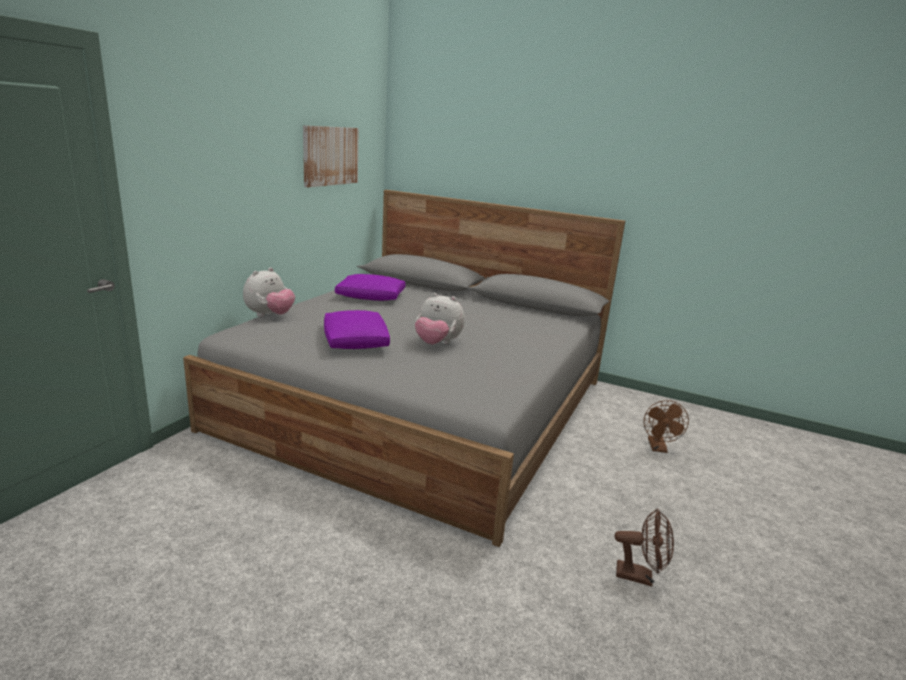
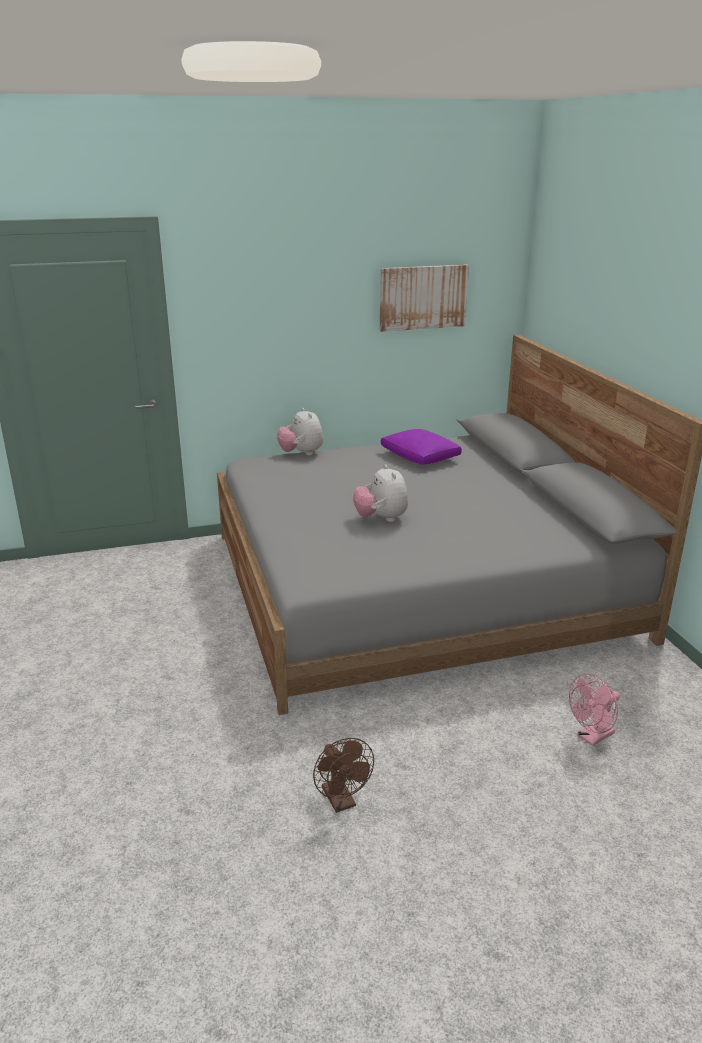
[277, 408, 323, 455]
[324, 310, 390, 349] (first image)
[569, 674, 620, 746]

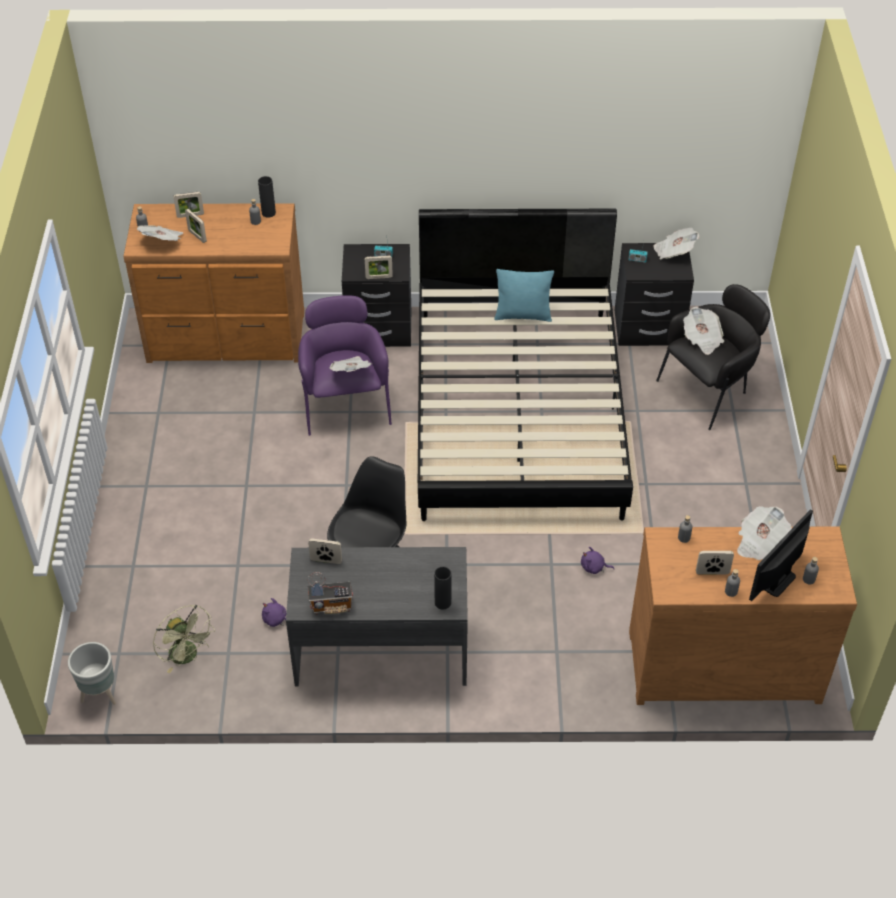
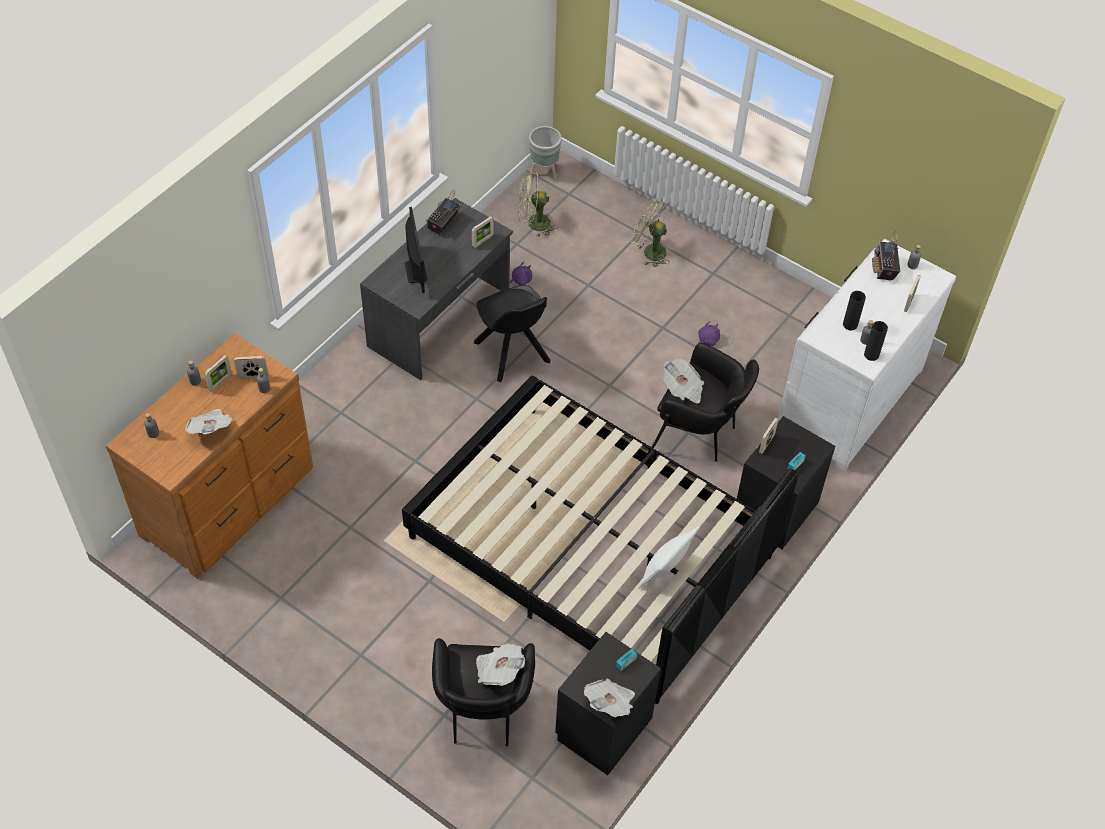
[778, 239, 956, 471]
[872, 232, 900, 281]
[234, 356, 268, 379]
[652, 343, 759, 462]
[843, 291, 866, 330]
[638, 526, 700, 589]
[698, 321, 720, 346]
[405, 207, 427, 293]
[631, 199, 670, 267]

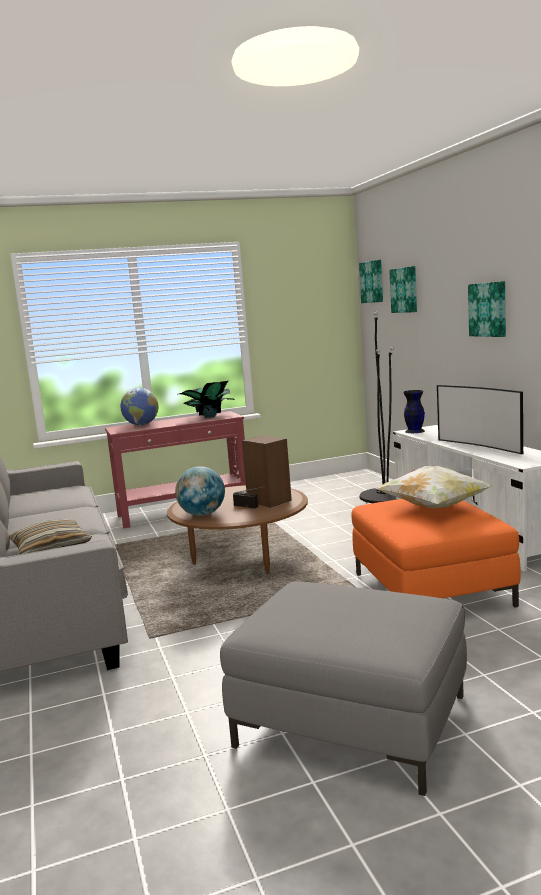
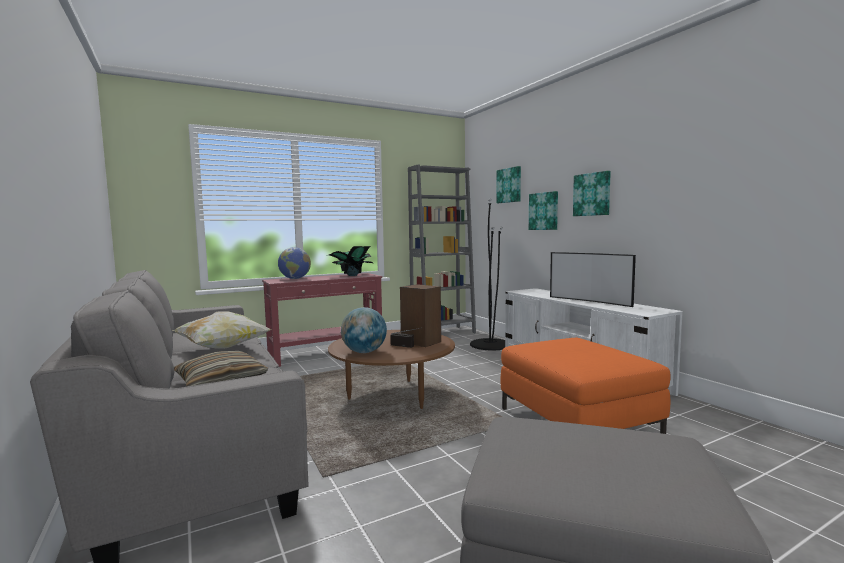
[529, 191, 558, 230]
[171, 311, 271, 349]
[403, 390, 425, 433] (first image)
[408, 164, 476, 333]

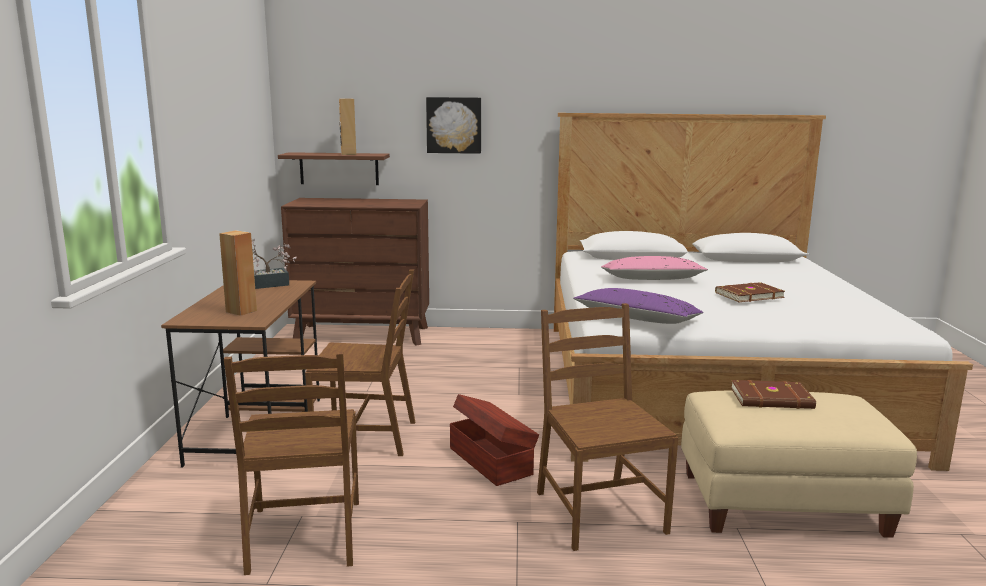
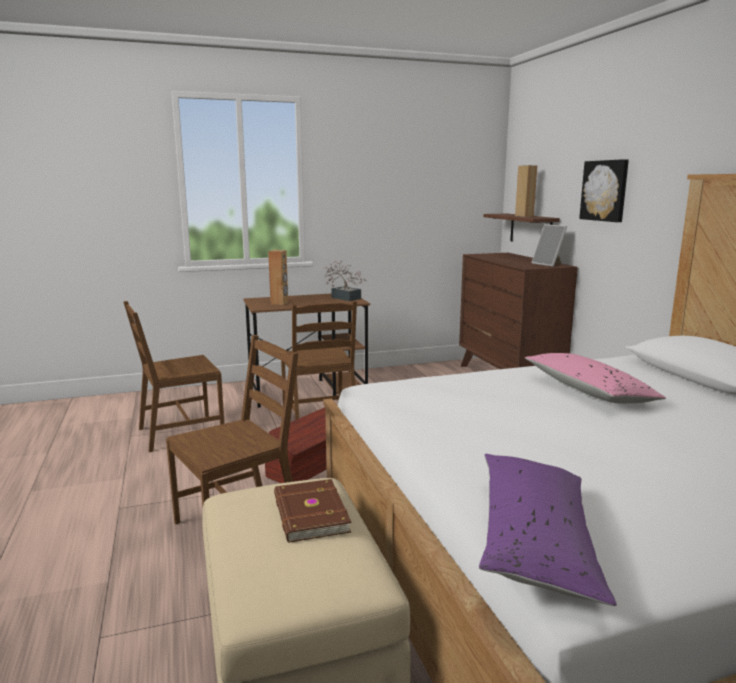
[479, 454, 616, 606]
[715, 282, 785, 302] (first image)
[531, 224, 567, 267]

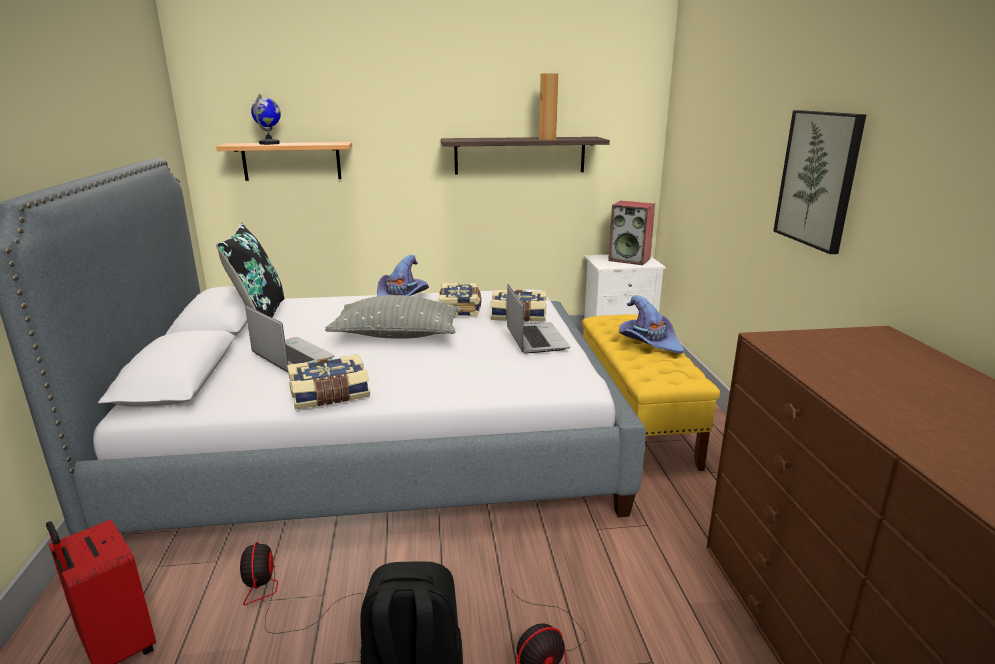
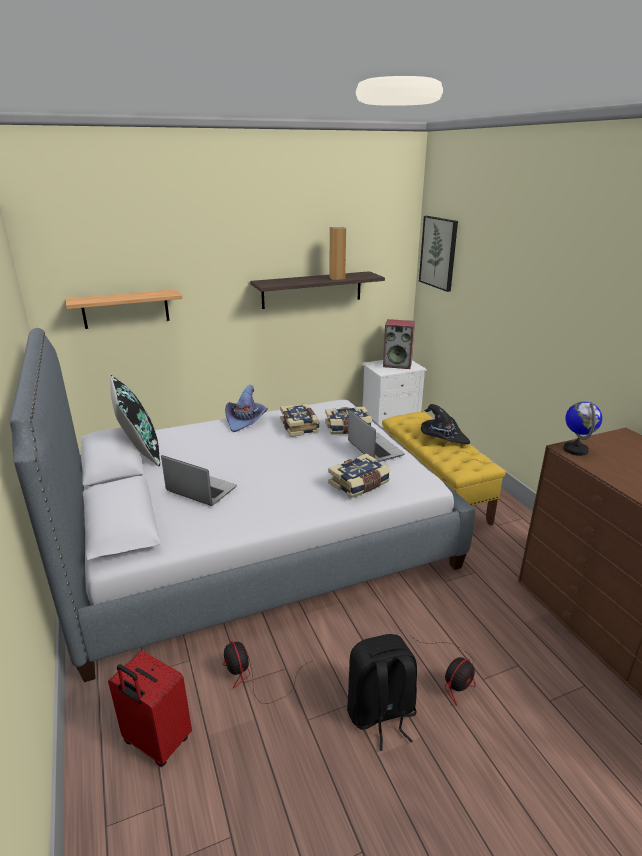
[563, 402, 602, 456]
[328, 454, 390, 498]
[325, 295, 461, 339] (first image)
[421, 404, 470, 444]
[419, 216, 458, 292]

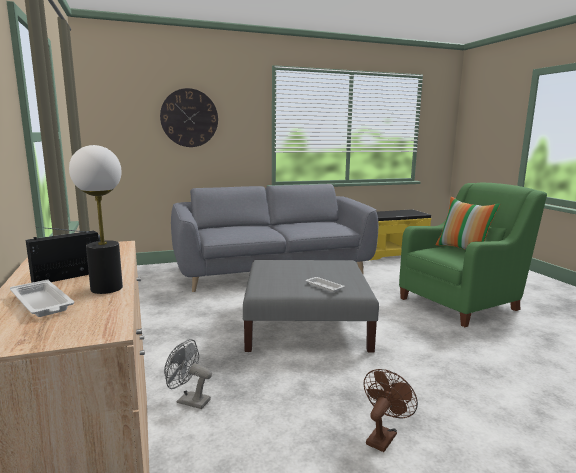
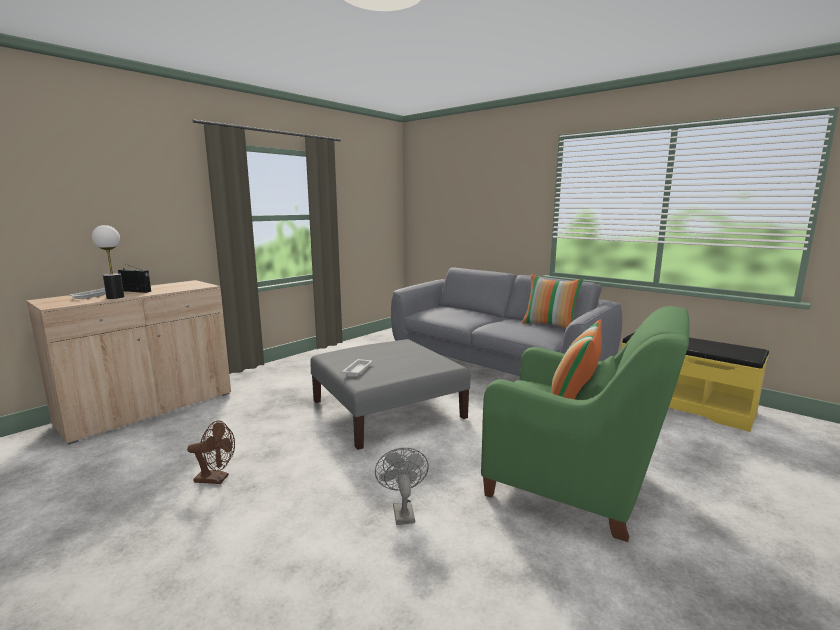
[160, 88, 218, 147] (first image)
[375, 448, 429, 525]
[522, 274, 584, 329]

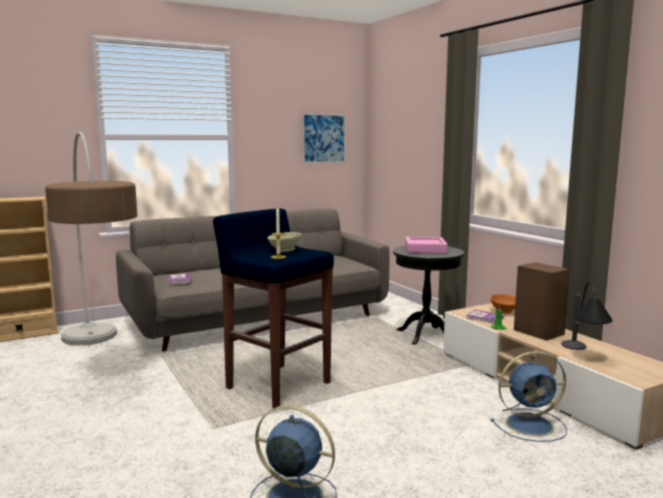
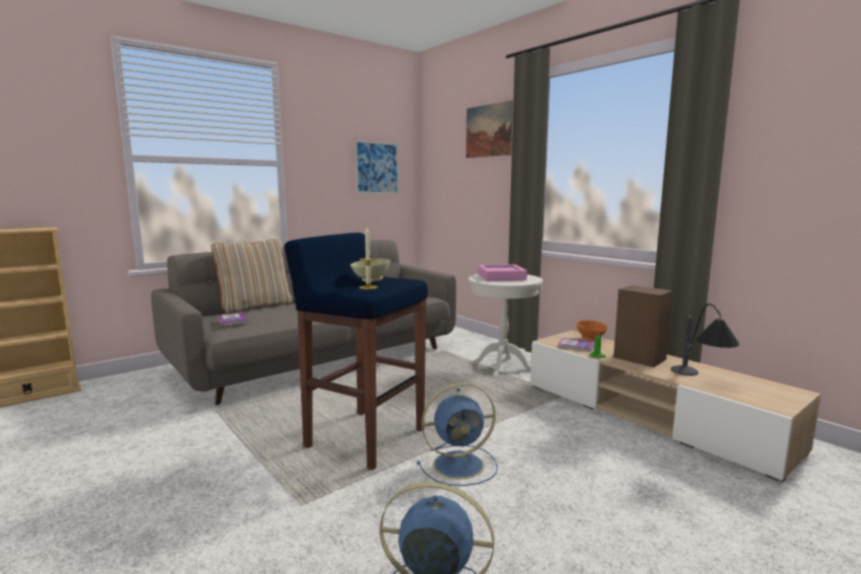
[45, 132, 137, 345] (first image)
[468, 274, 543, 378]
[417, 383, 498, 486]
[211, 239, 292, 314]
[466, 100, 513, 158]

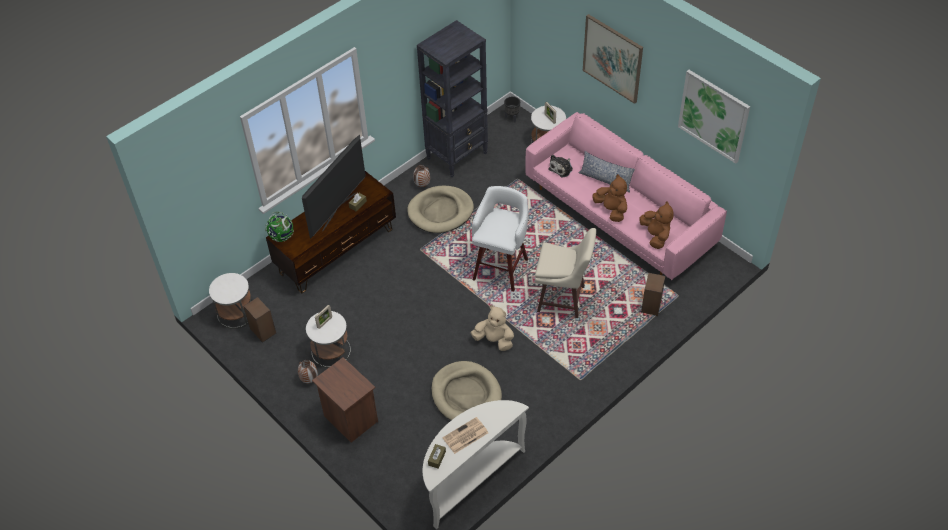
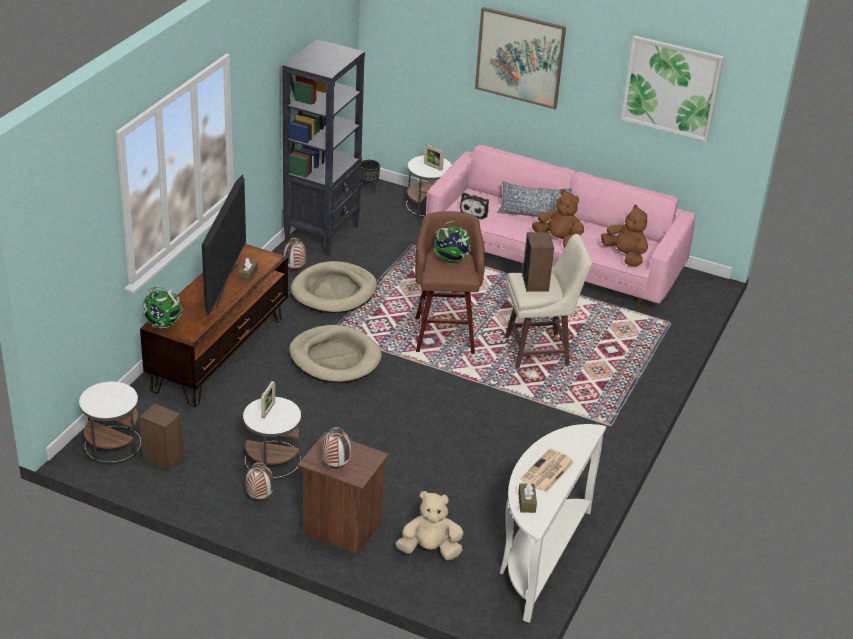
[289, 325, 382, 383]
[396, 491, 464, 560]
[415, 211, 485, 354]
[522, 232, 554, 292]
[322, 427, 351, 468]
[434, 221, 471, 263]

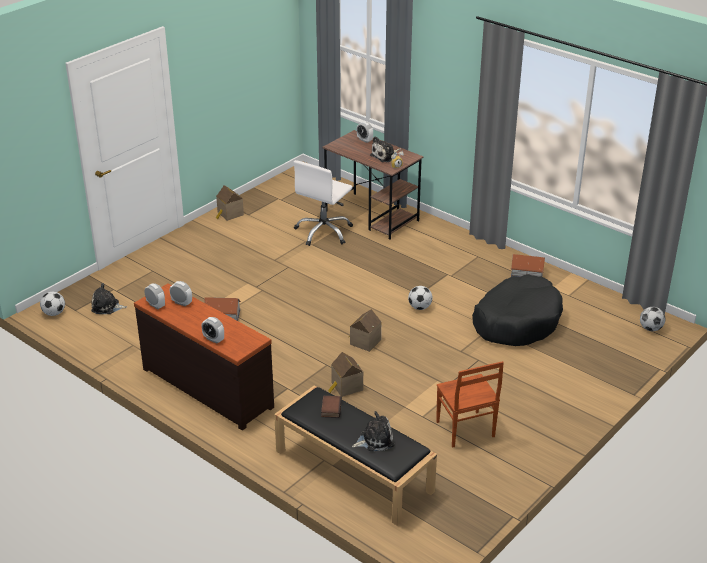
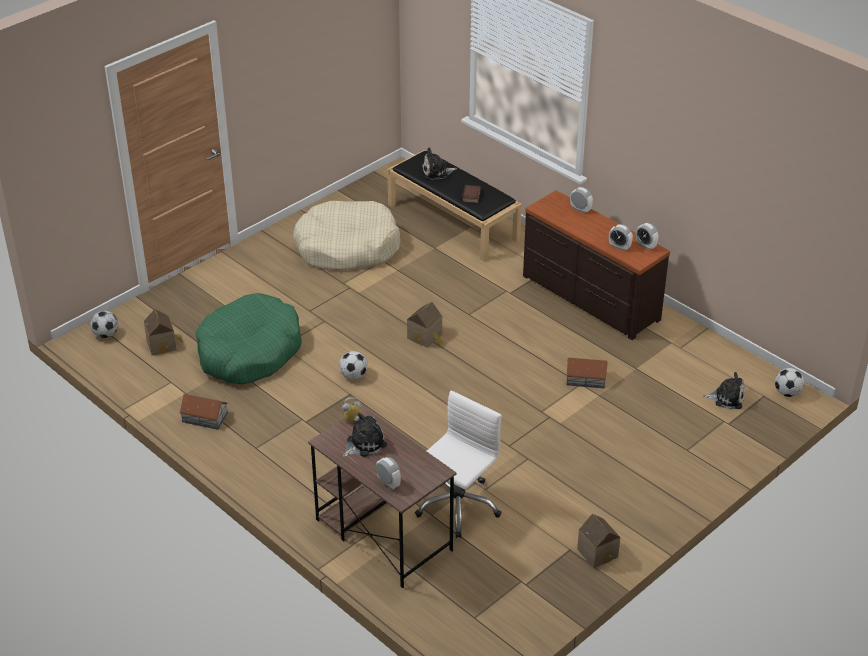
[144, 309, 183, 355]
[293, 201, 401, 271]
[196, 293, 302, 384]

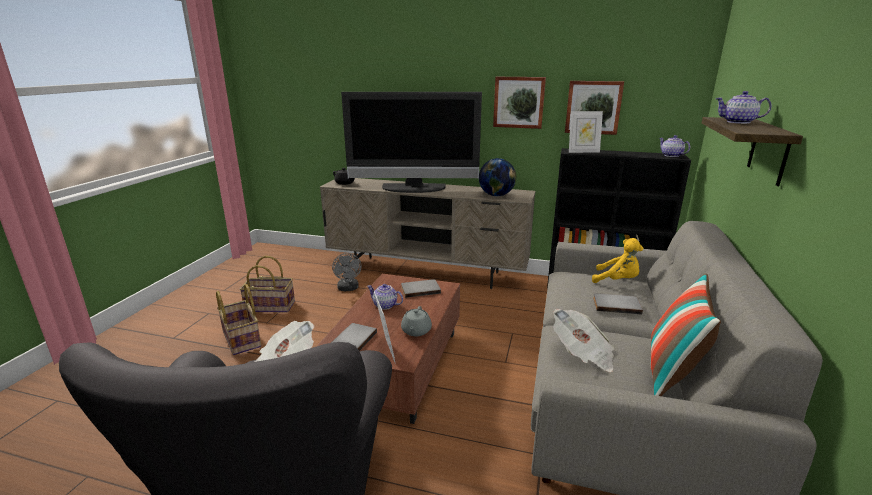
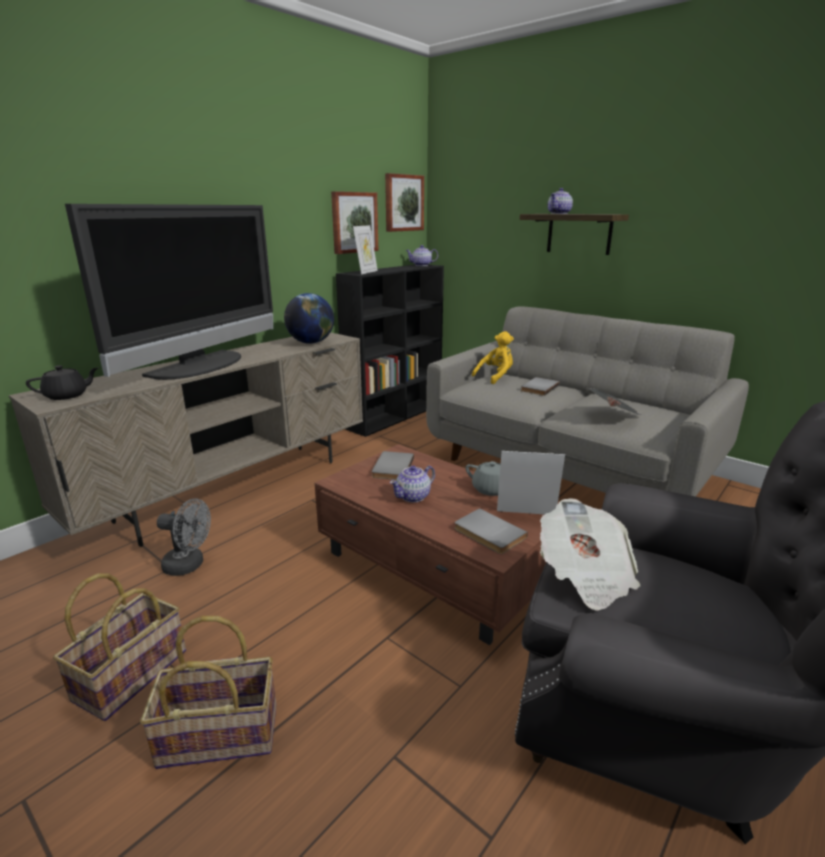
[385, 173, 424, 232]
[651, 273, 721, 396] (first image)

